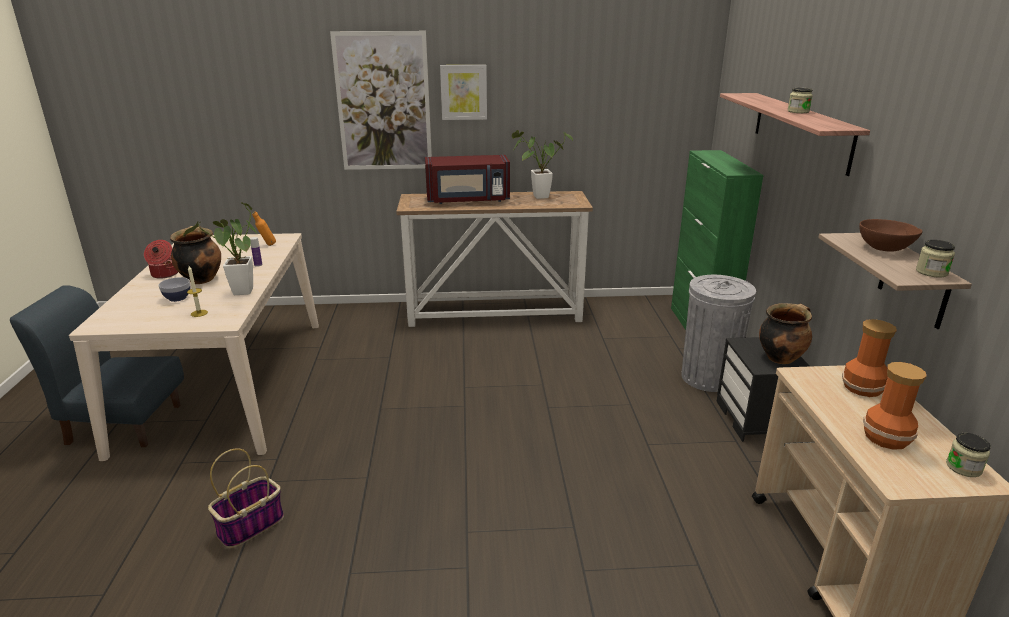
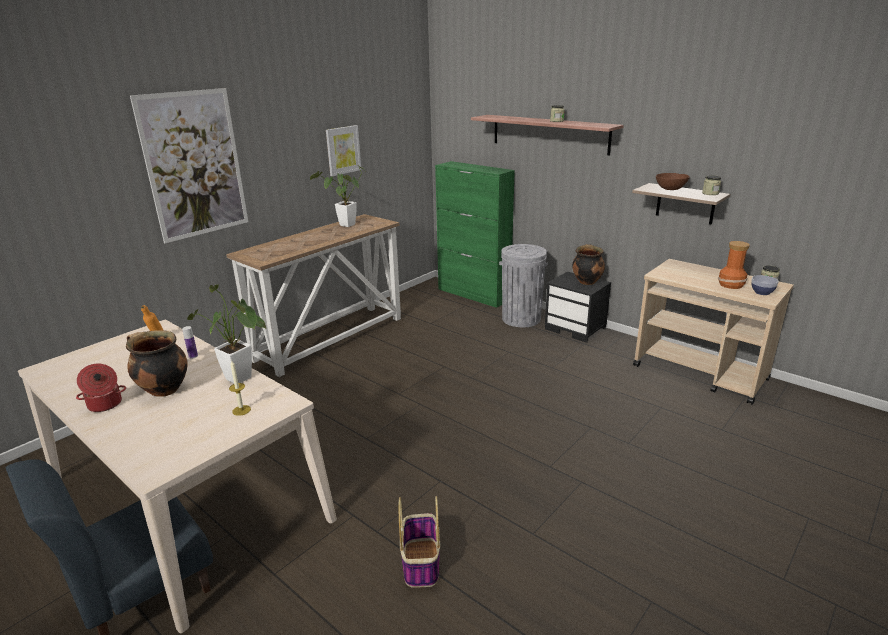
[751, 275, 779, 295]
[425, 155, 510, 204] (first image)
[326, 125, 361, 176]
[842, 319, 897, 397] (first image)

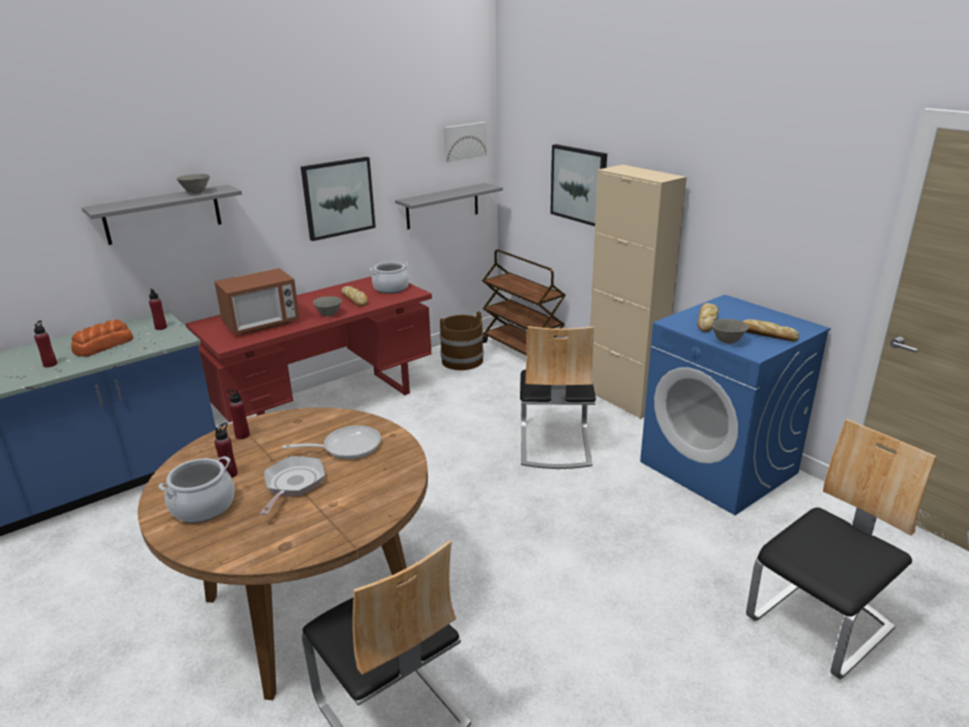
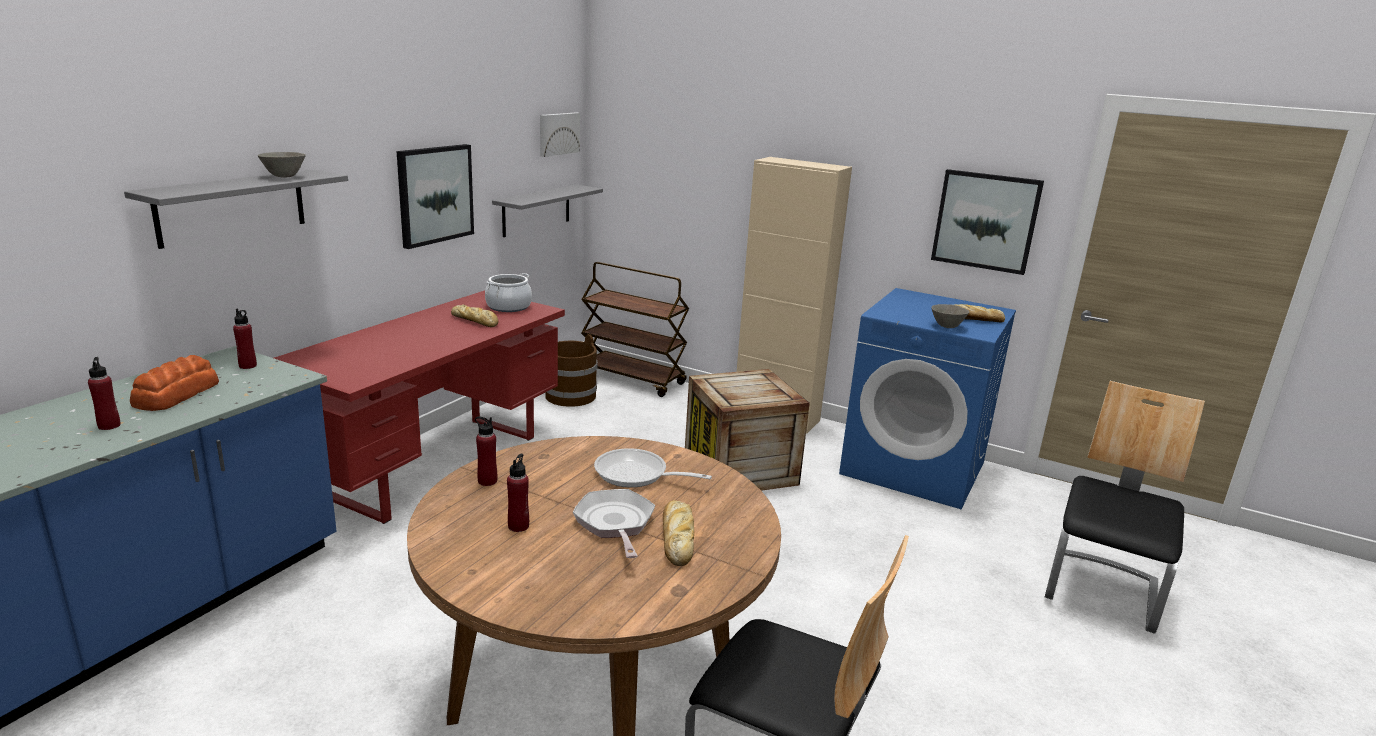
[159, 456, 234, 523] (first image)
[214, 268, 300, 335] (first image)
[594, 448, 712, 487]
[313, 296, 342, 316] (first image)
[685, 369, 810, 491]
[931, 169, 1044, 275]
[663, 500, 694, 566]

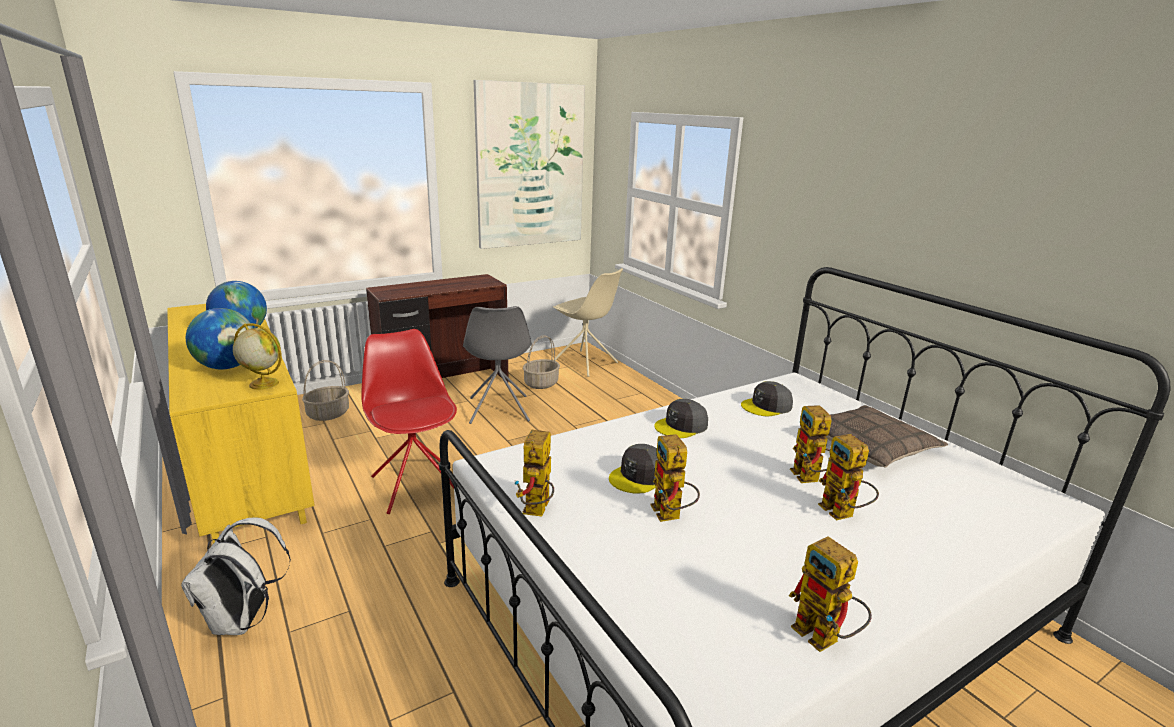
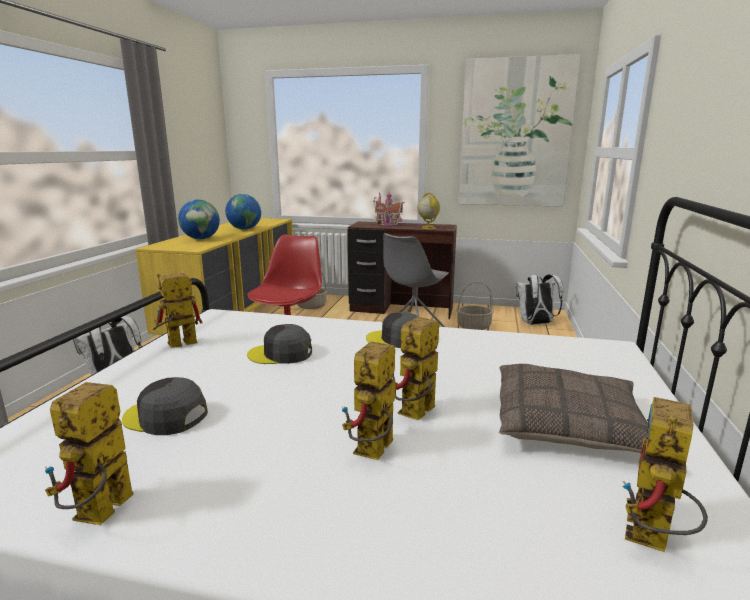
[417, 193, 440, 229]
[516, 274, 563, 325]
[622, 397, 708, 552]
[122, 377, 208, 435]
[373, 191, 405, 226]

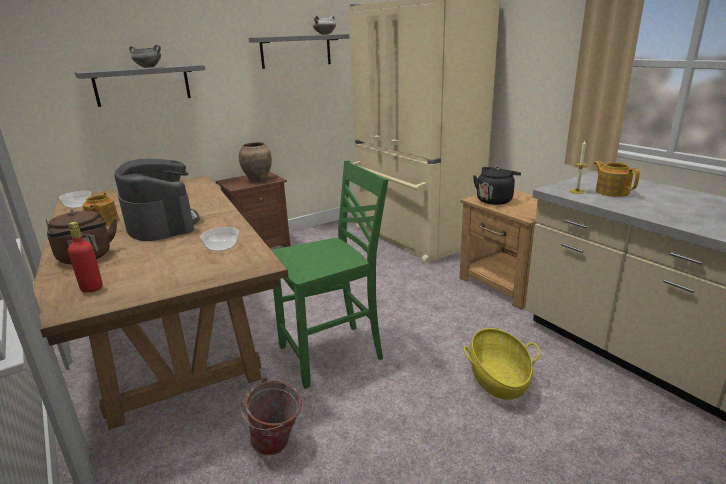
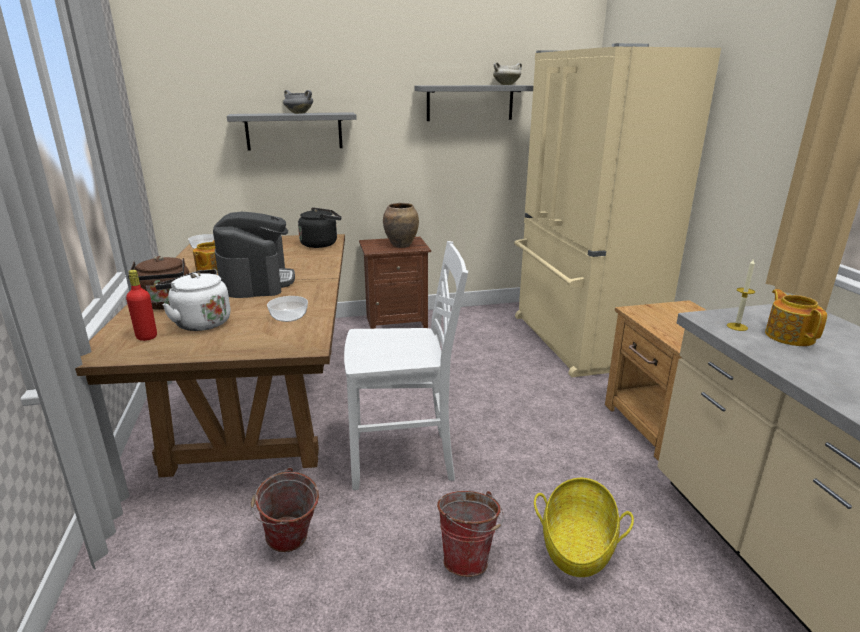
[344, 241, 468, 490]
[298, 207, 341, 248]
[155, 269, 231, 331]
[437, 491, 504, 577]

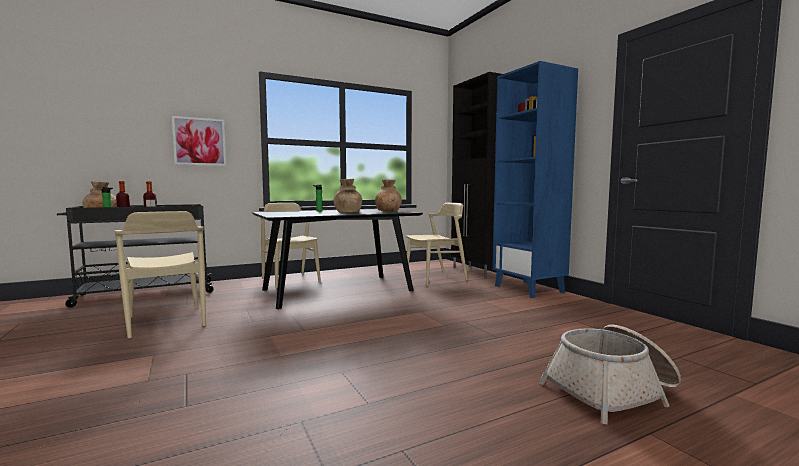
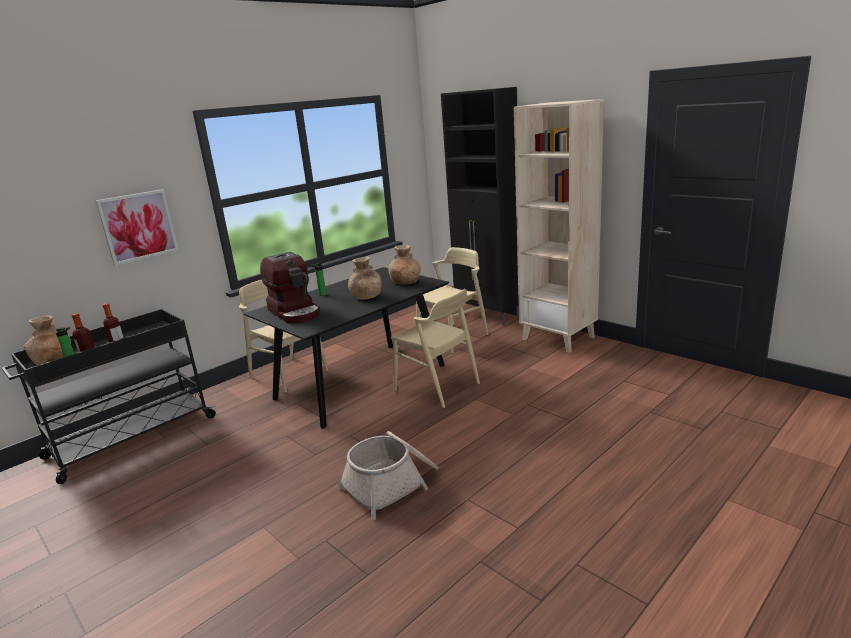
[390, 289, 480, 408]
[514, 99, 604, 353]
[337, 431, 439, 520]
[260, 252, 320, 323]

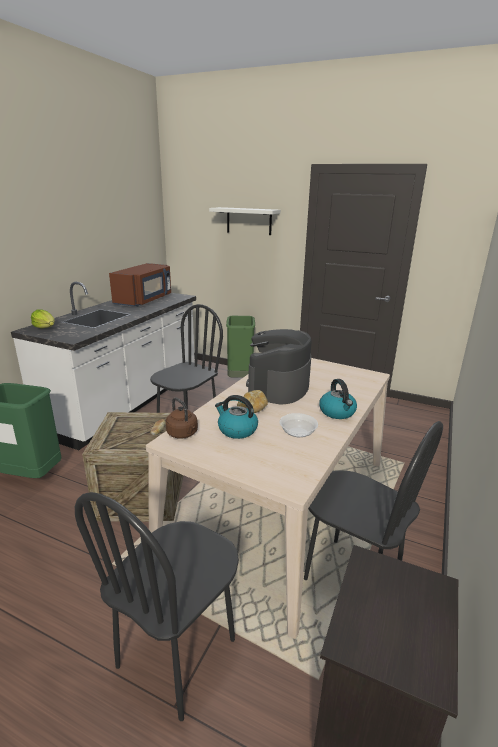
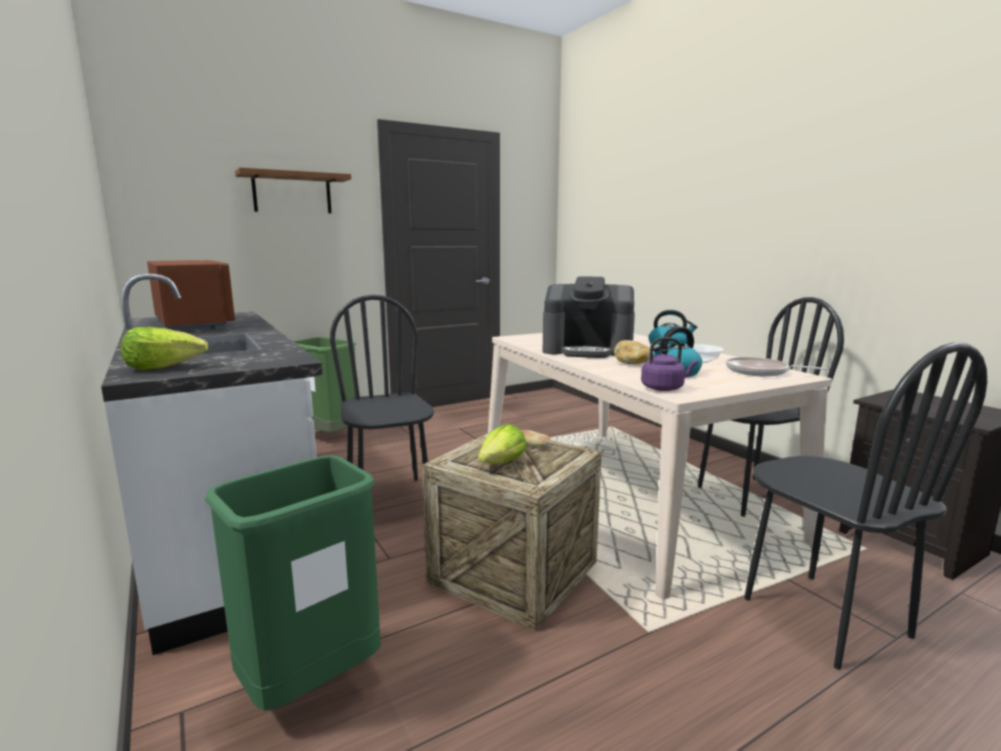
[641, 338, 698, 391]
[235, 167, 351, 213]
[543, 276, 635, 358]
[478, 424, 527, 464]
[726, 357, 827, 377]

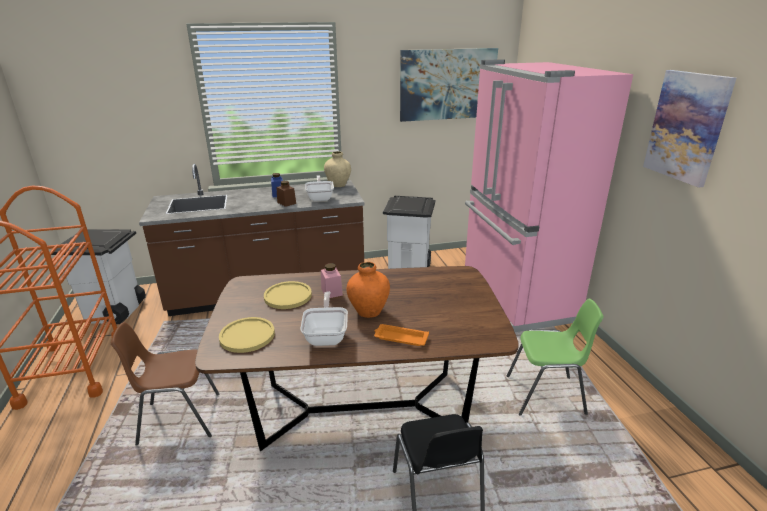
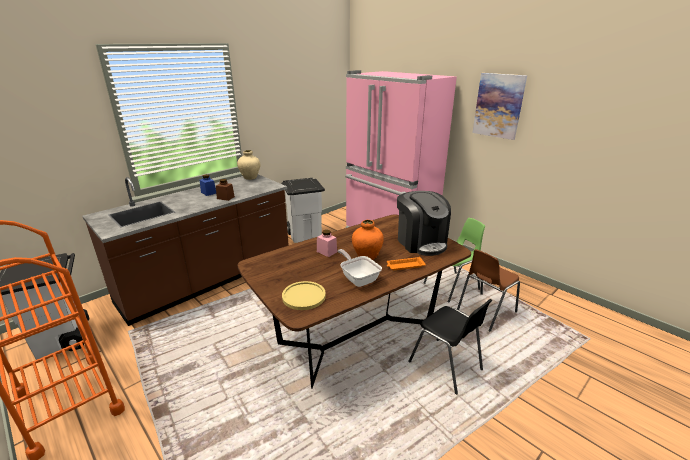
[457, 249, 520, 331]
[264, 281, 312, 309] (first image)
[305, 175, 334, 202] (first image)
[400, 48, 498, 122] (first image)
[397, 191, 451, 256]

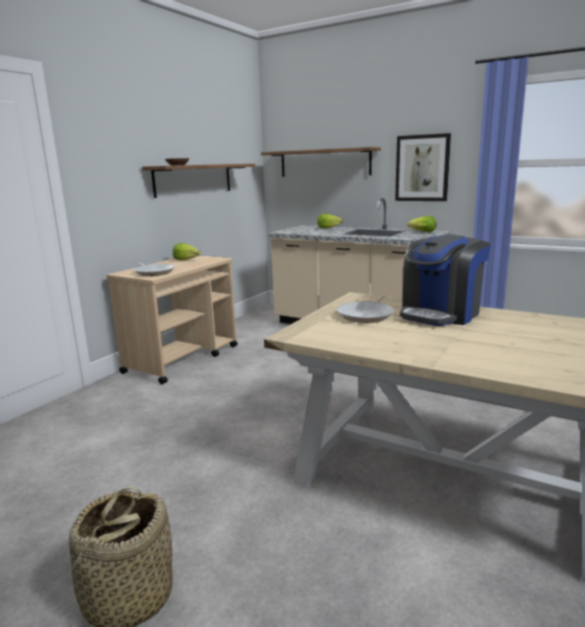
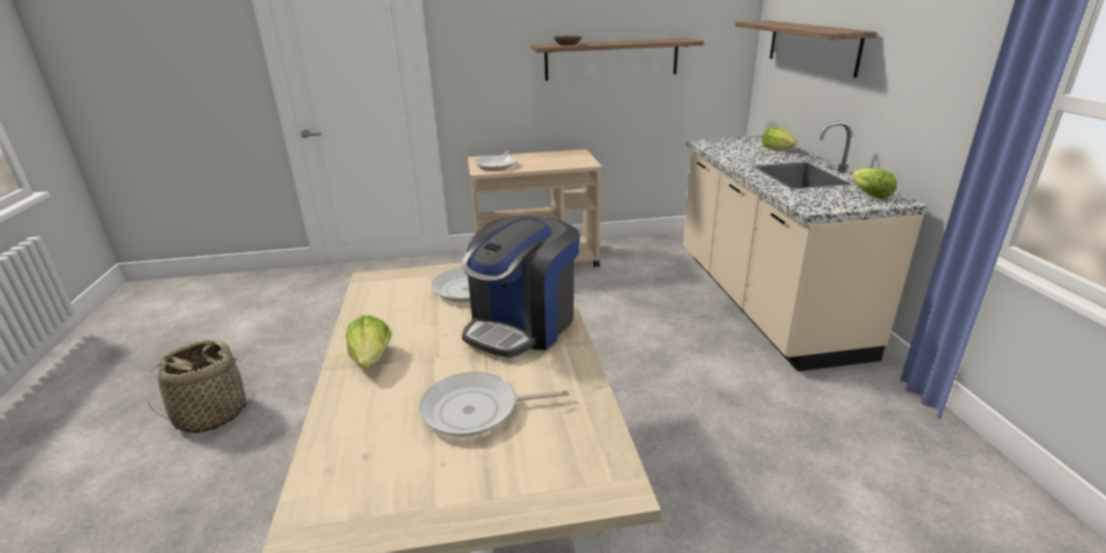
[346, 315, 391, 369]
[395, 133, 451, 201] (first image)
[461, 216, 580, 358]
[419, 372, 569, 437]

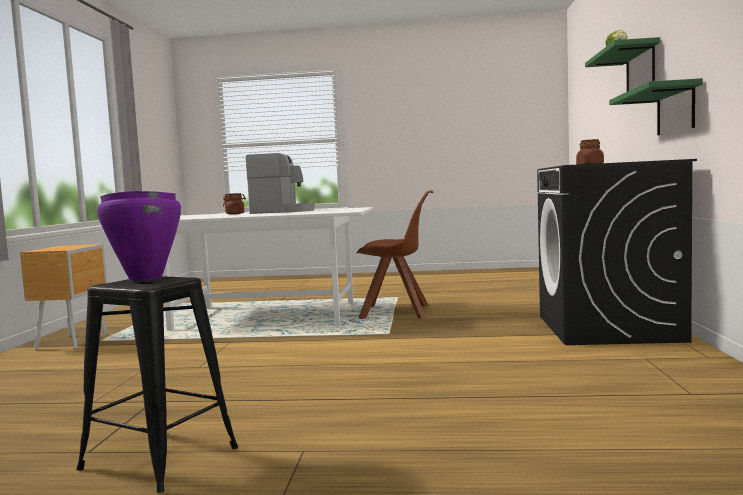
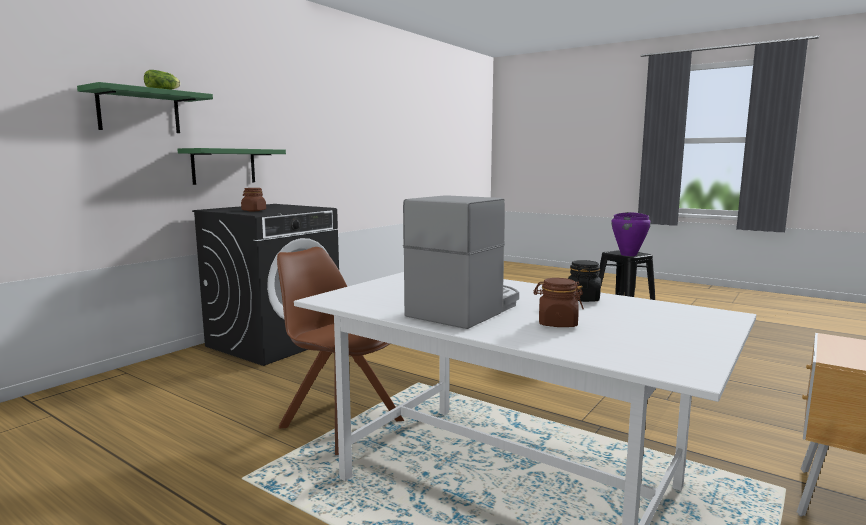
[403, 195, 519, 329]
[568, 260, 601, 302]

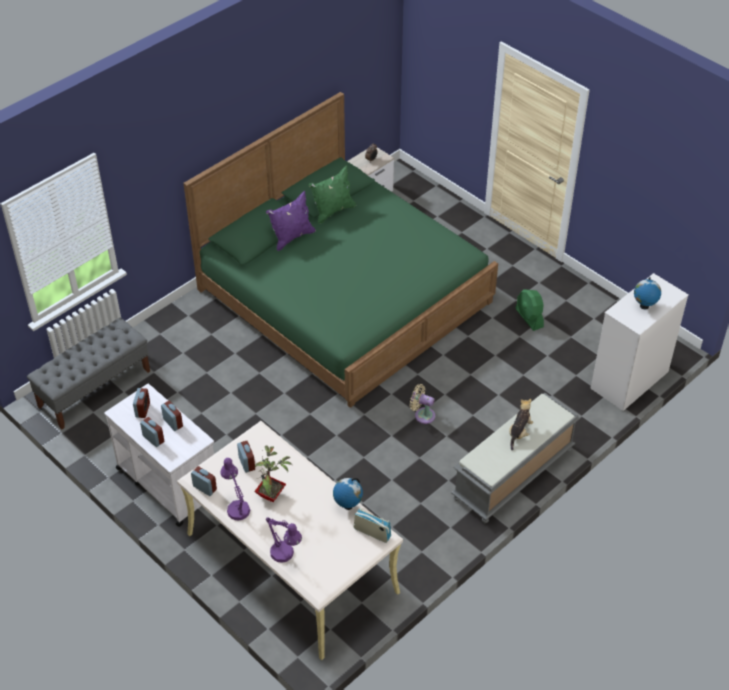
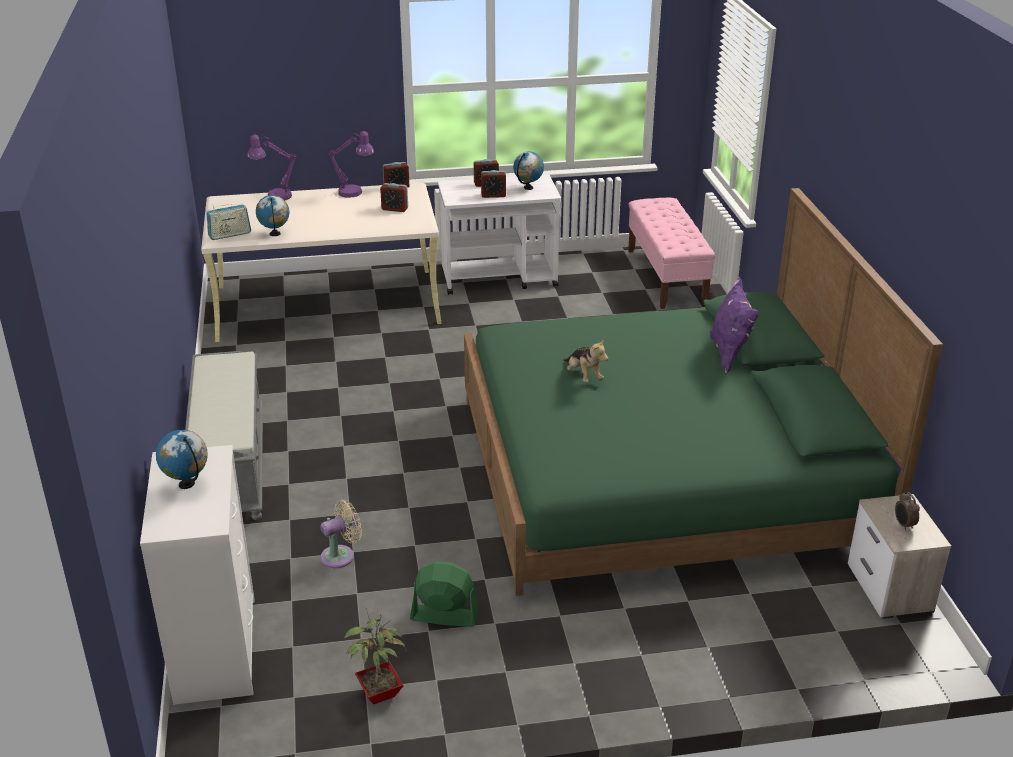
[628, 198, 716, 309]
[514, 151, 544, 190]
[344, 608, 406, 704]
[309, 165, 356, 224] (first image)
[320, 500, 362, 568]
[563, 339, 608, 382]

